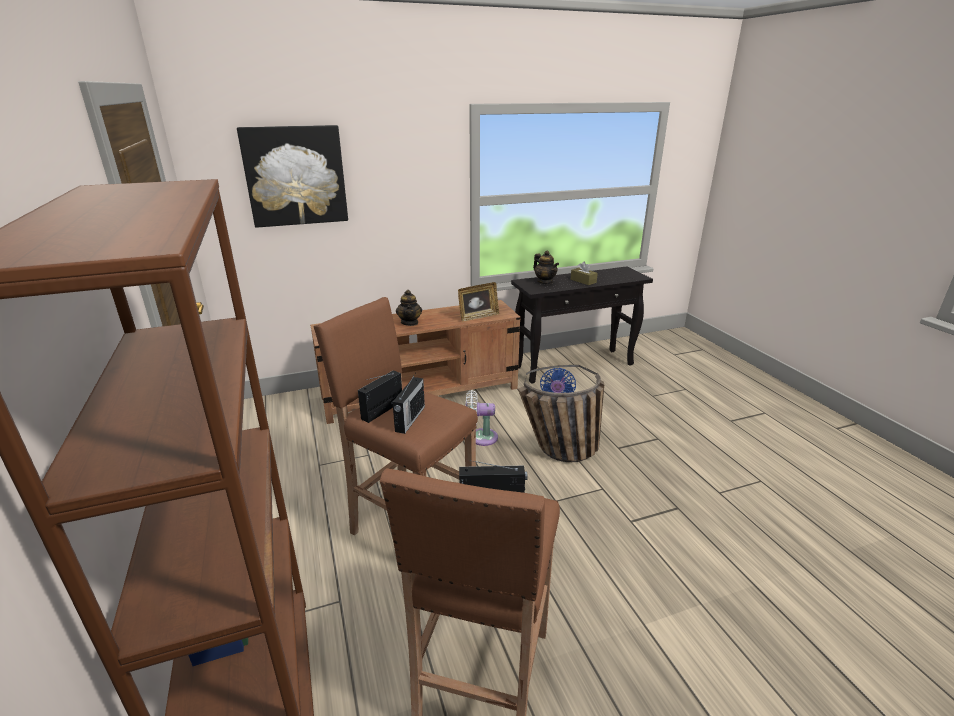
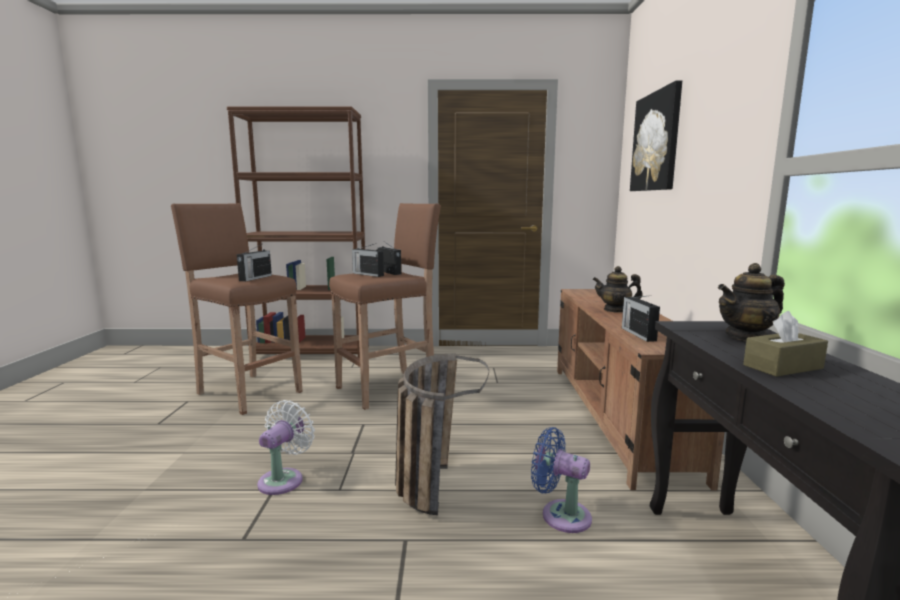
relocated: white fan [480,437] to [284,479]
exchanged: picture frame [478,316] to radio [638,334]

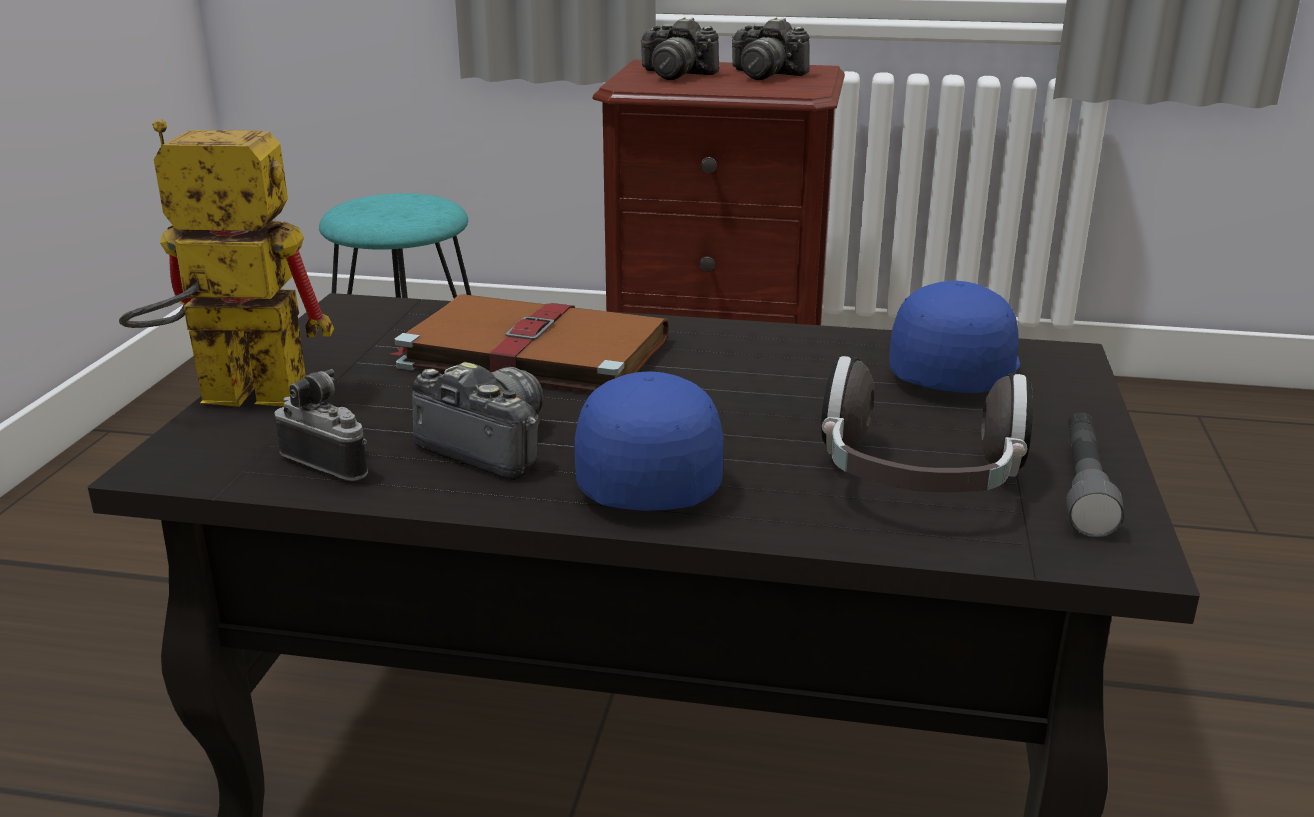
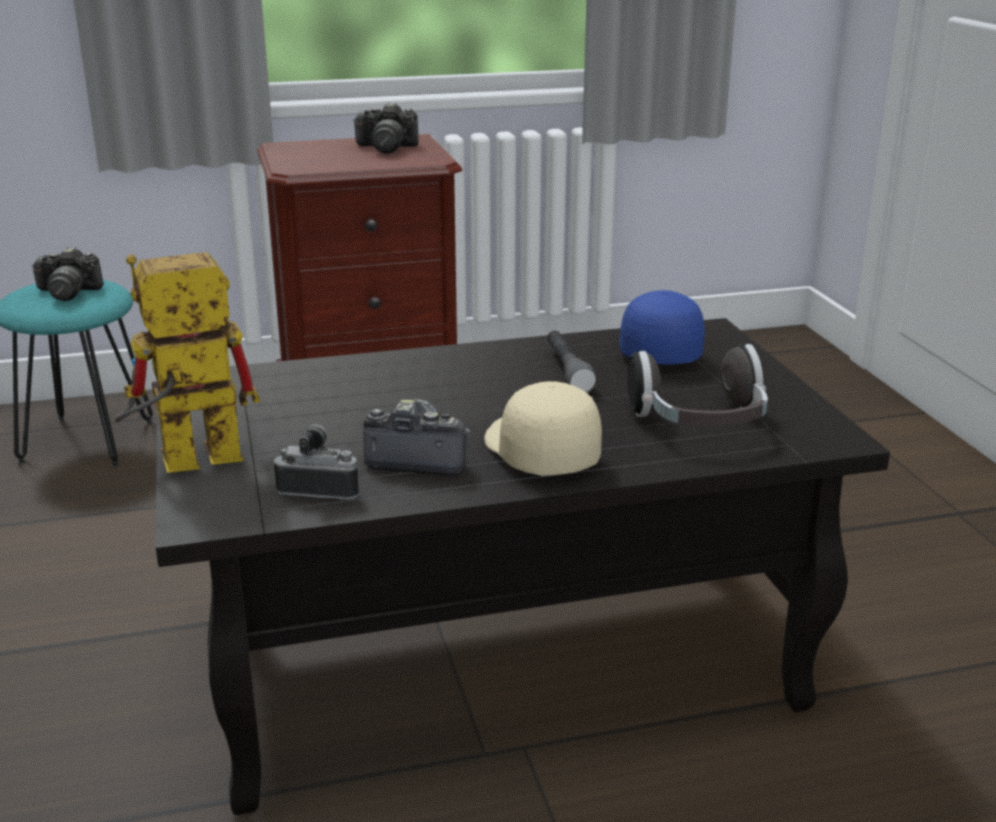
missing: brown book [530,352]
relocated: photo camera [676,74] to [68,292]; grey flashlight [1083,487] to [567,371]
colour: blue cap [647,473] to beige cap [538,452]

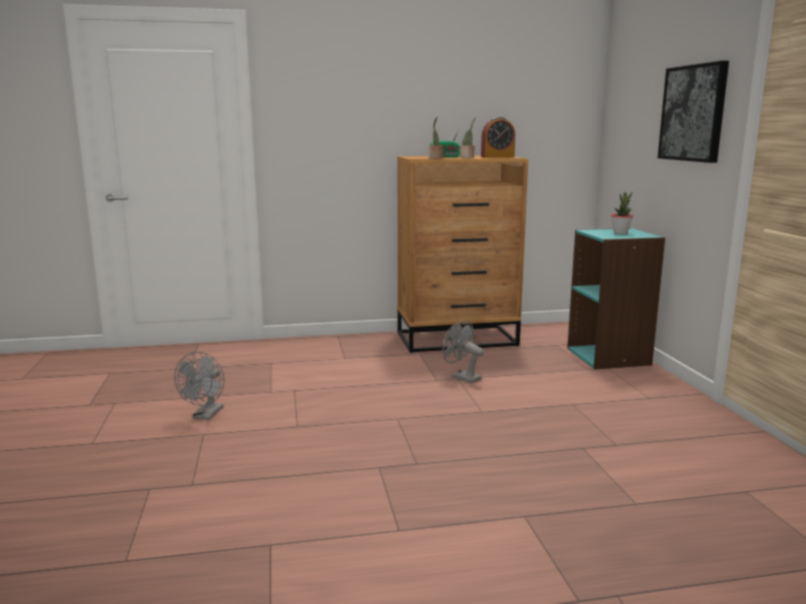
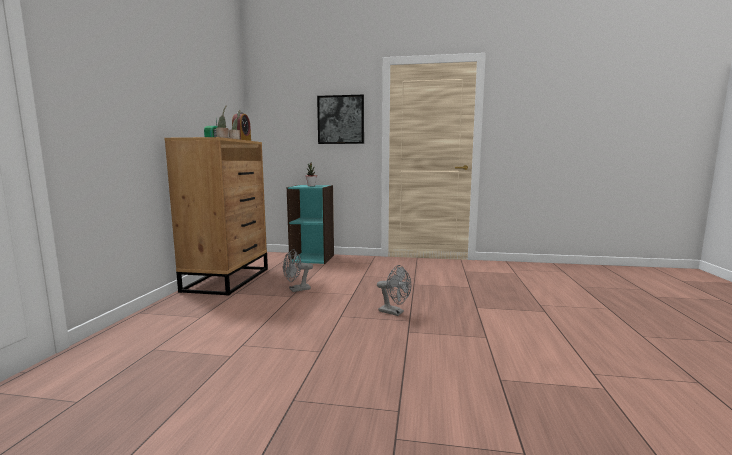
relocated: grey fan [206,415] to [394,312]

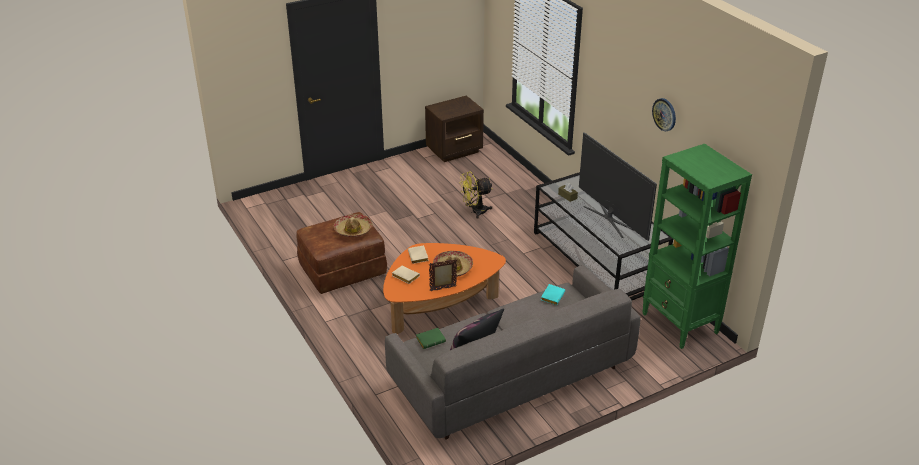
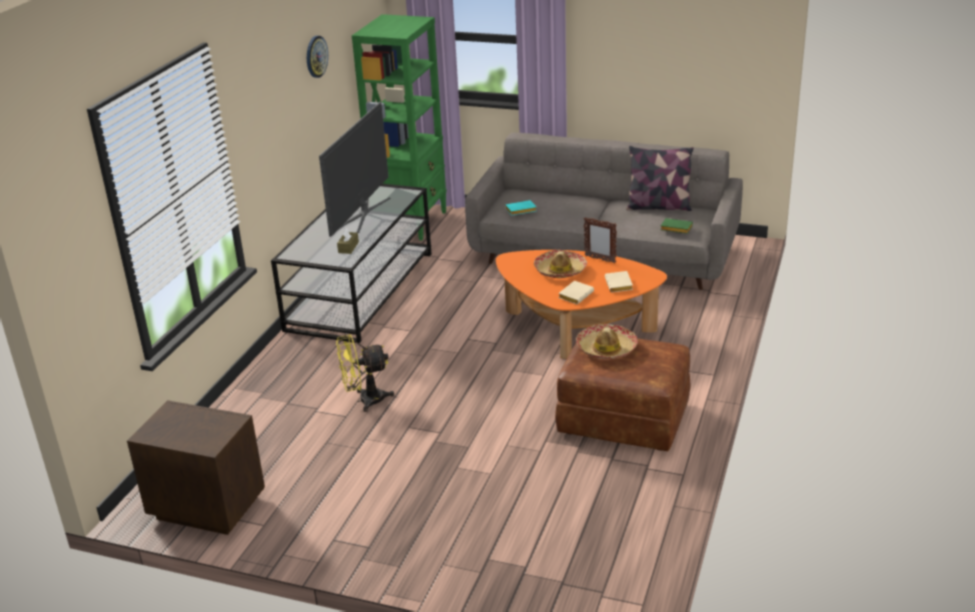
spun: yellow fan [475,212] = [365,400] 135 degrees clockwise

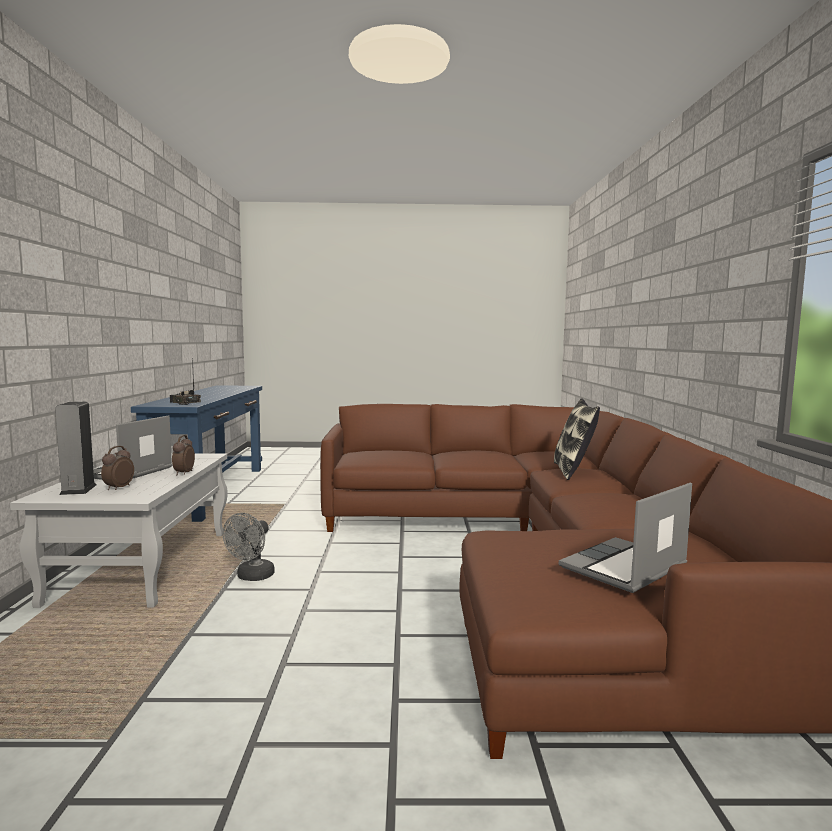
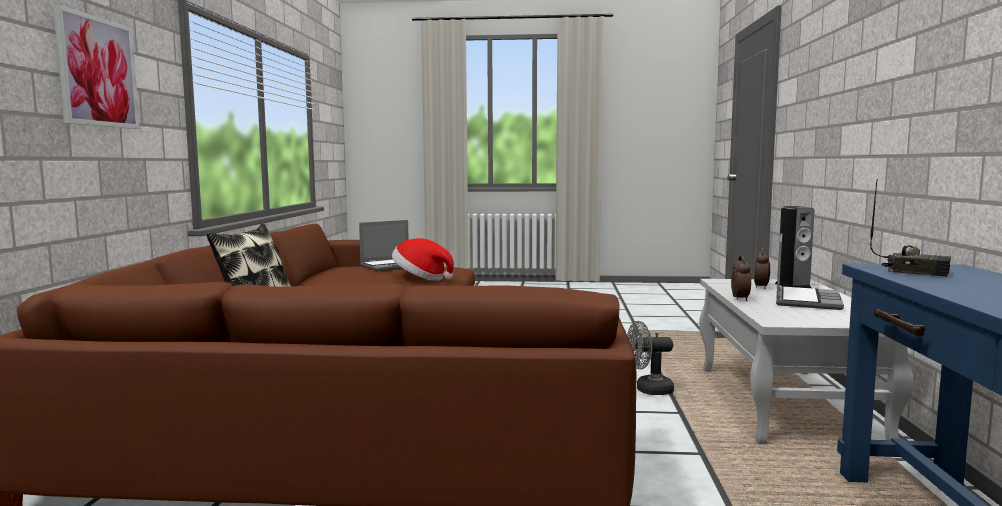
appeared: picture [97,72]; hat [421,279]
spun: grey fan [252,577] = [648,390] 120 degrees counterclockwise

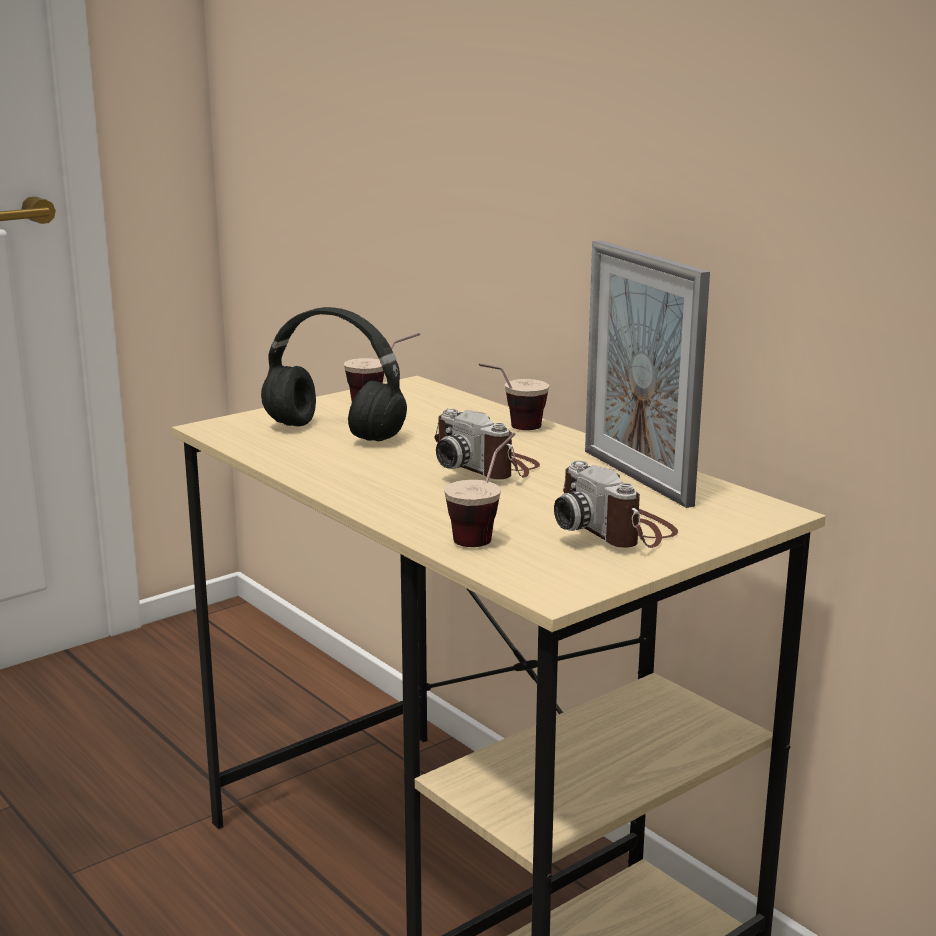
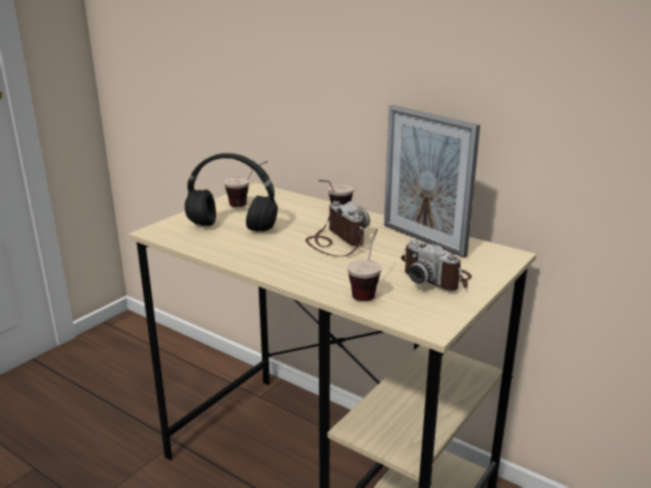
spun: photo camera [486,466] = [336,242] 150 degrees counterclockwise

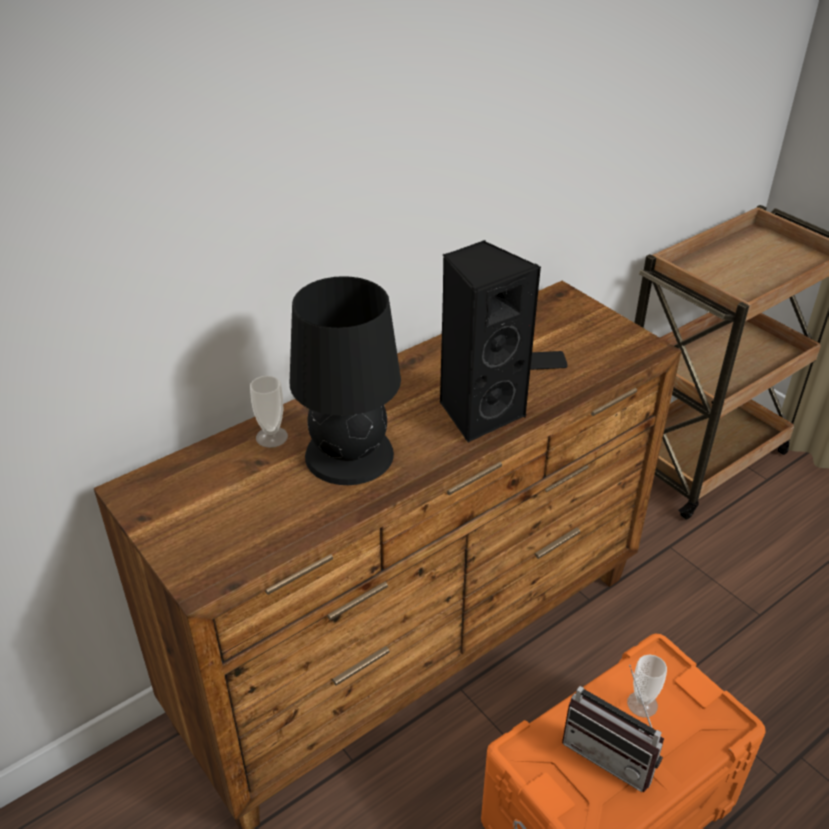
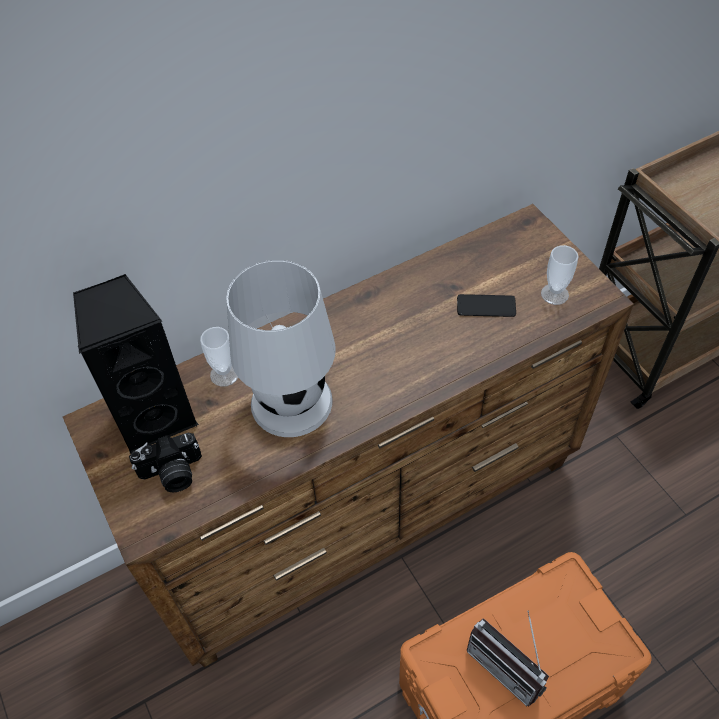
appeared: photo camera [172,474]
relocated: black speaker [479,412] to [156,415]; cup [642,704] to [554,294]
colour: black table lamp [350,455] to white table lamp [292,402]

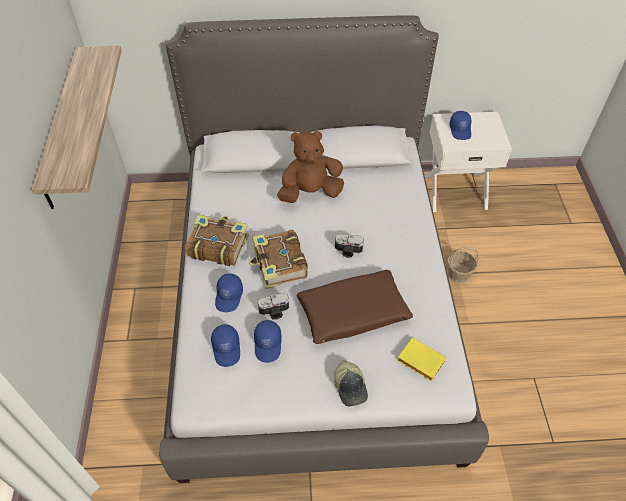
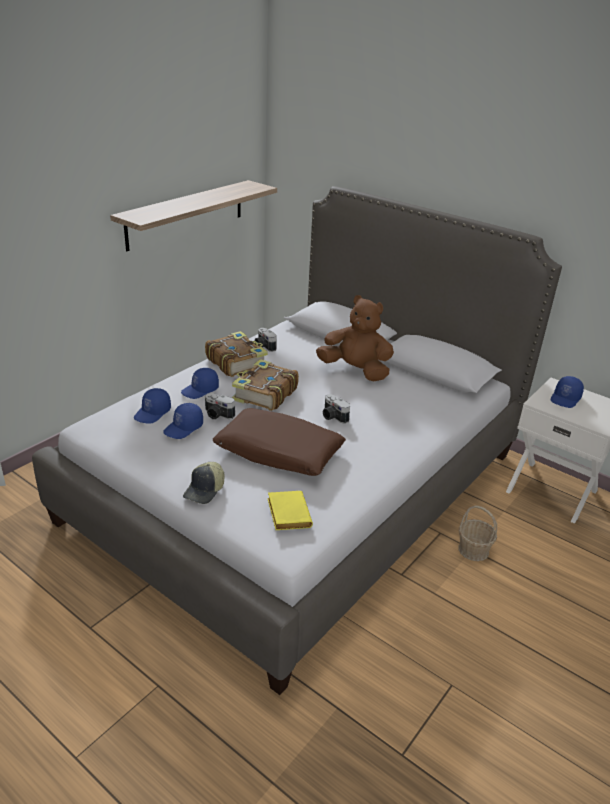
appeared: photo camera [263,346]

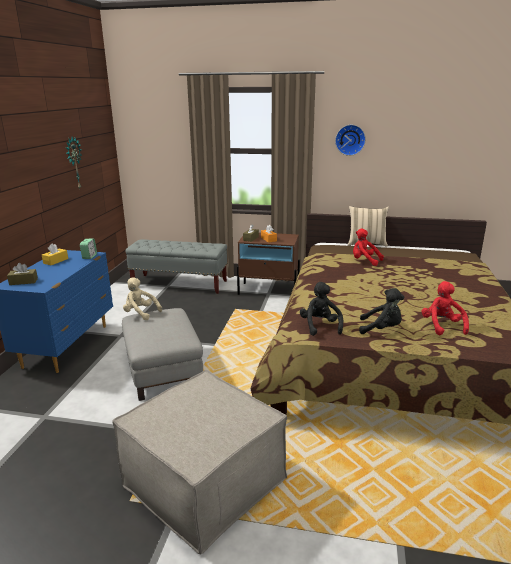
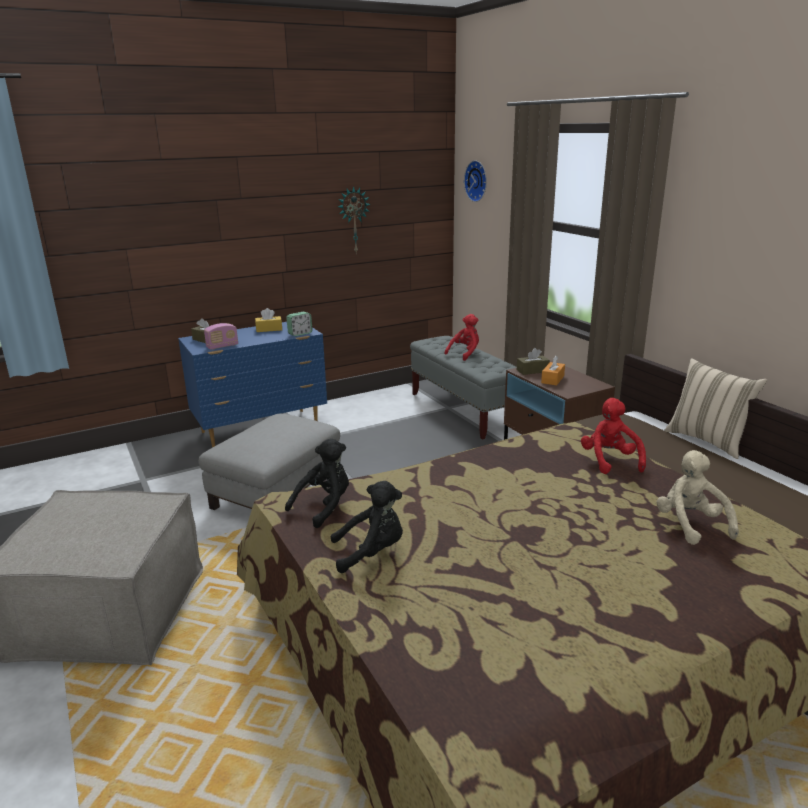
appeared: radio [222,346]
relocated: beige plush toy [140,313] to [690,524]; wall clock [350,139] to [477,181]; red plush toy [442,326] to [465,353]
spun: black plush toy [381,329] = [371,553] 75 degrees counterclockwise

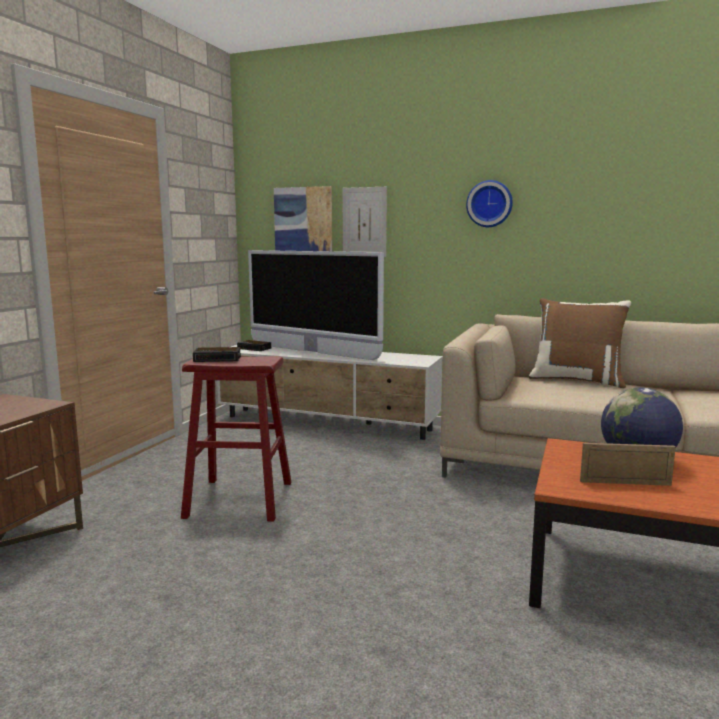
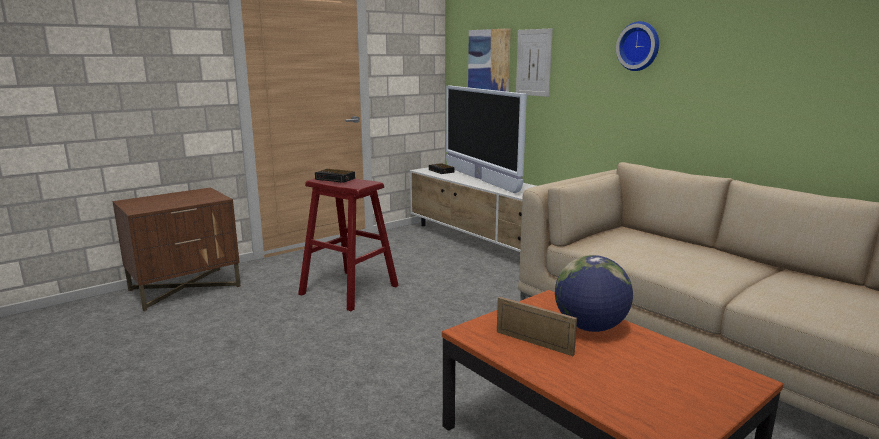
missing: brown pillow [577,380]

